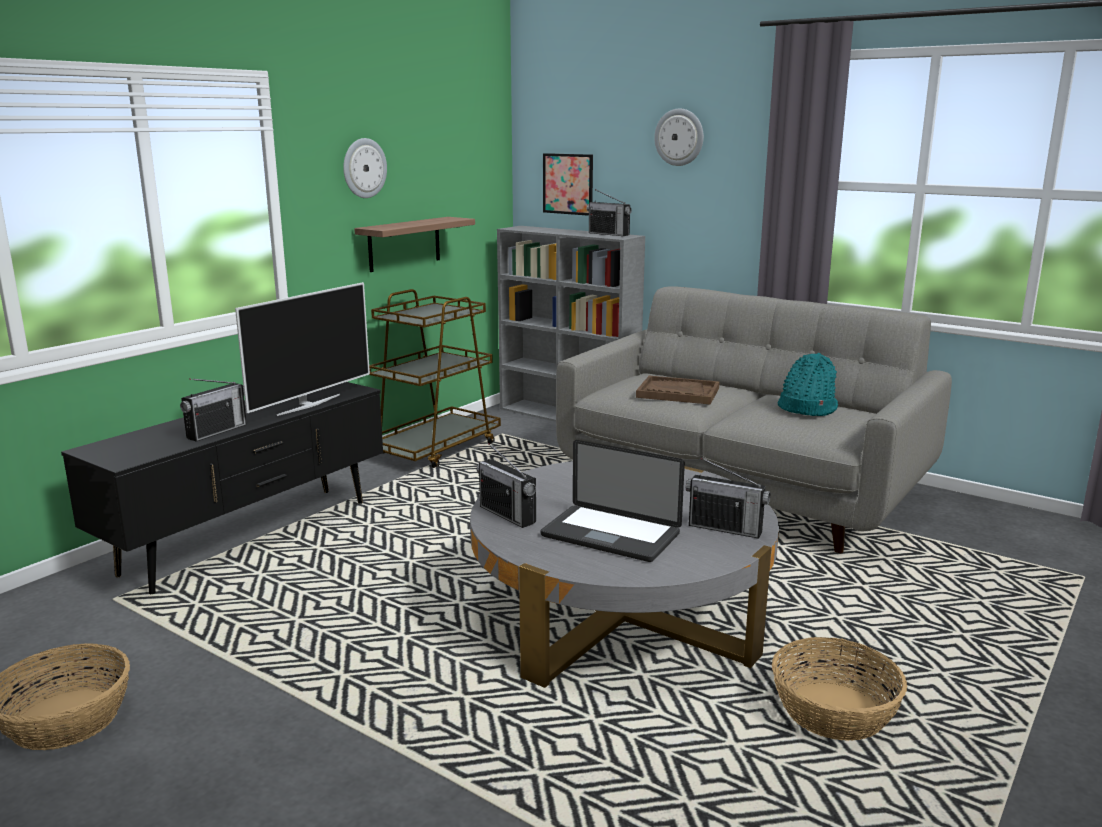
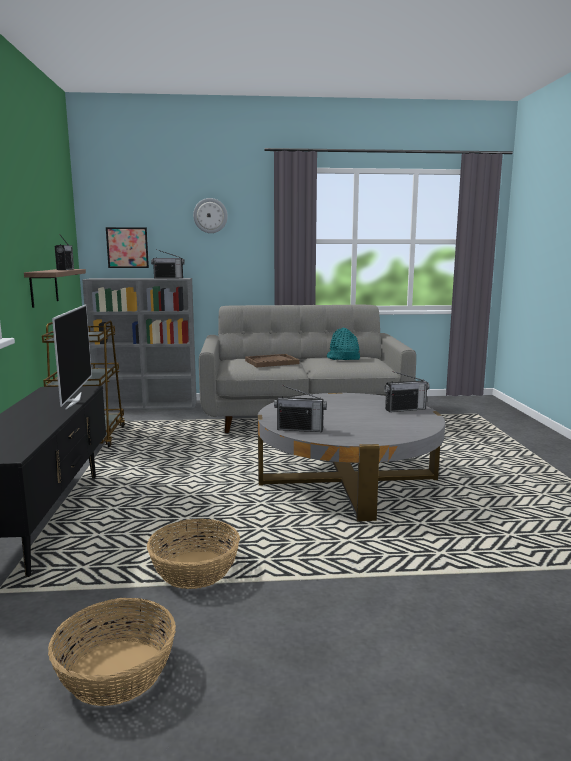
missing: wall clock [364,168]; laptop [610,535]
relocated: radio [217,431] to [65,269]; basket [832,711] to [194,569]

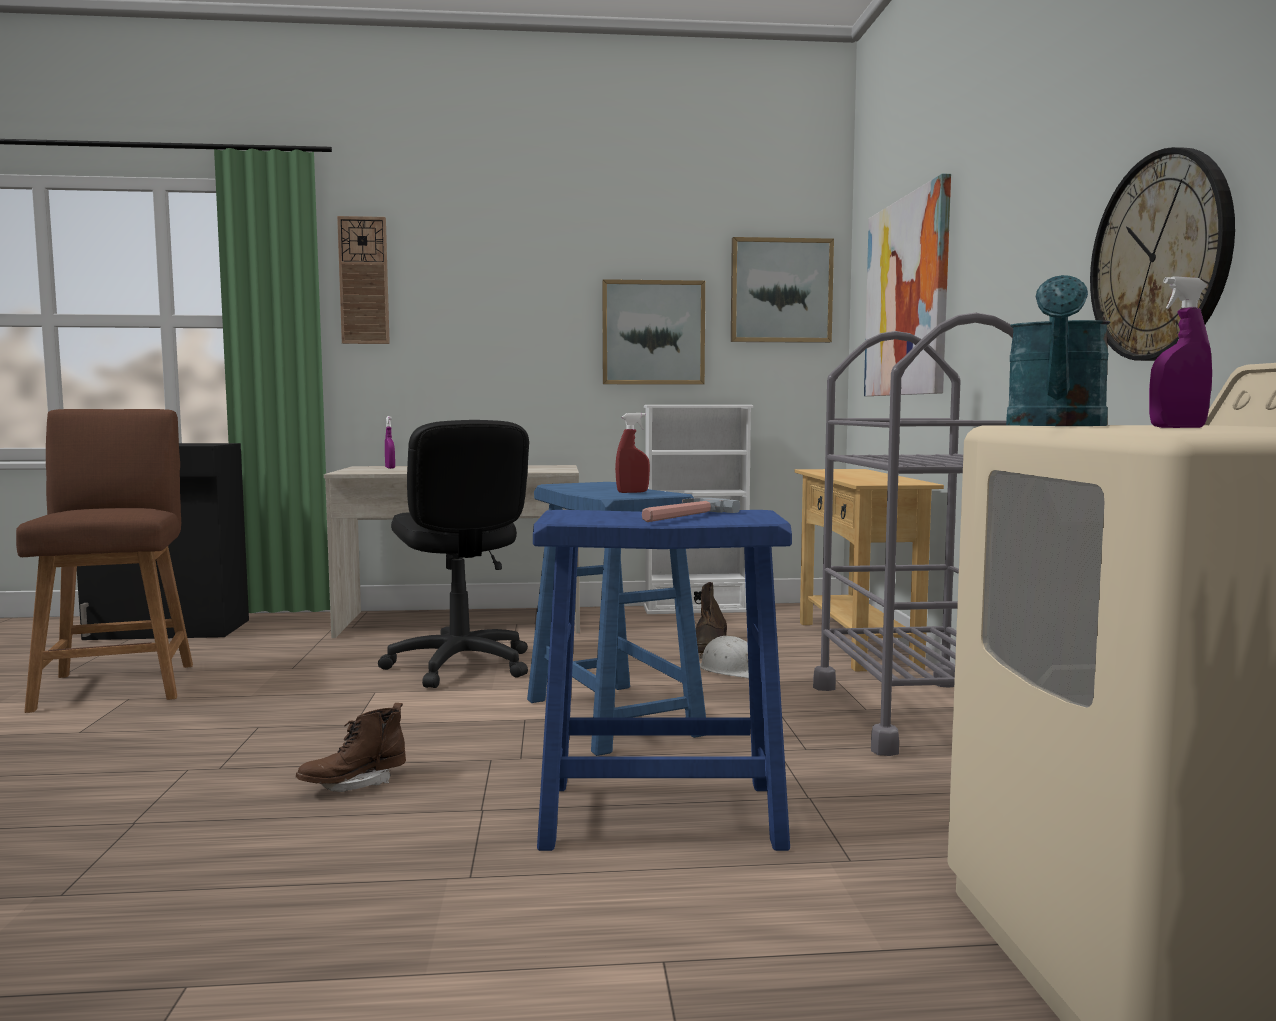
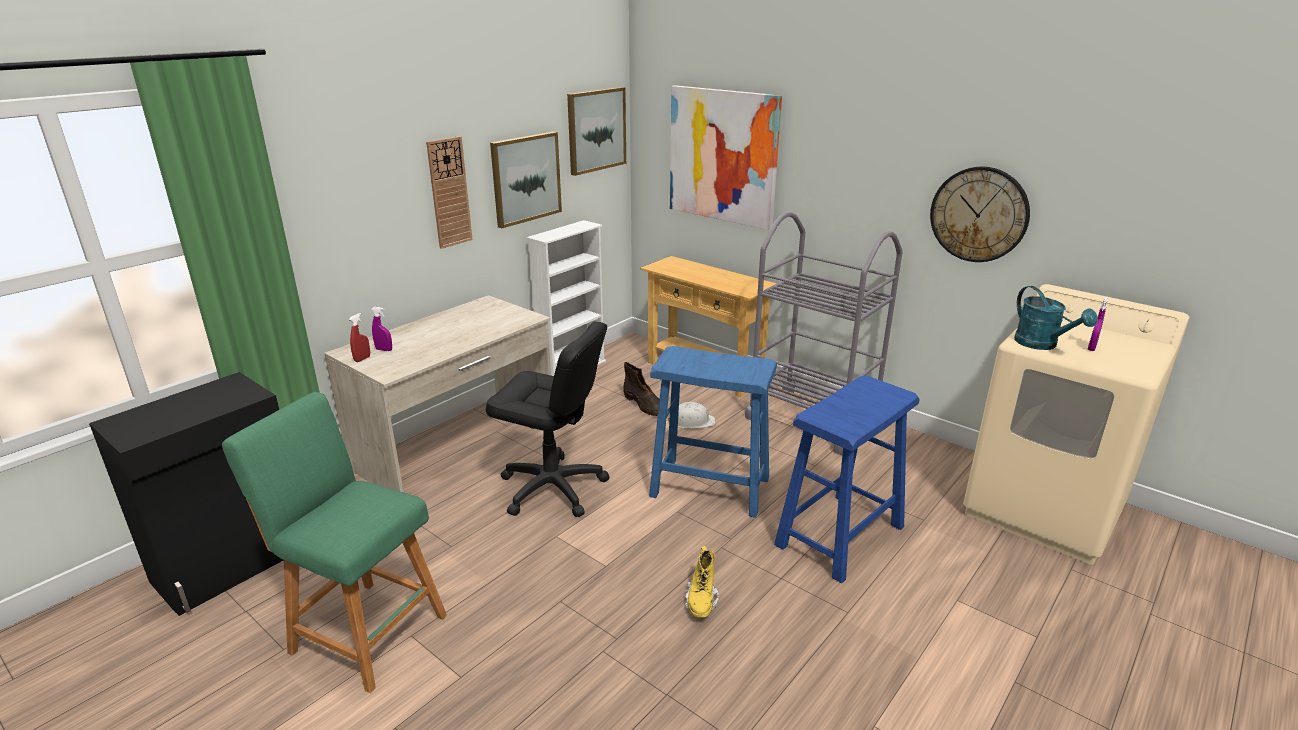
missing: hammer [681,516]
relocated: wall clock [364,281] to [449,192]; red spray bottle [632,492] to [362,359]
colour: brown stool [117,684] to green stool [363,631]; brown boot [354,783] to yellow boot [701,601]

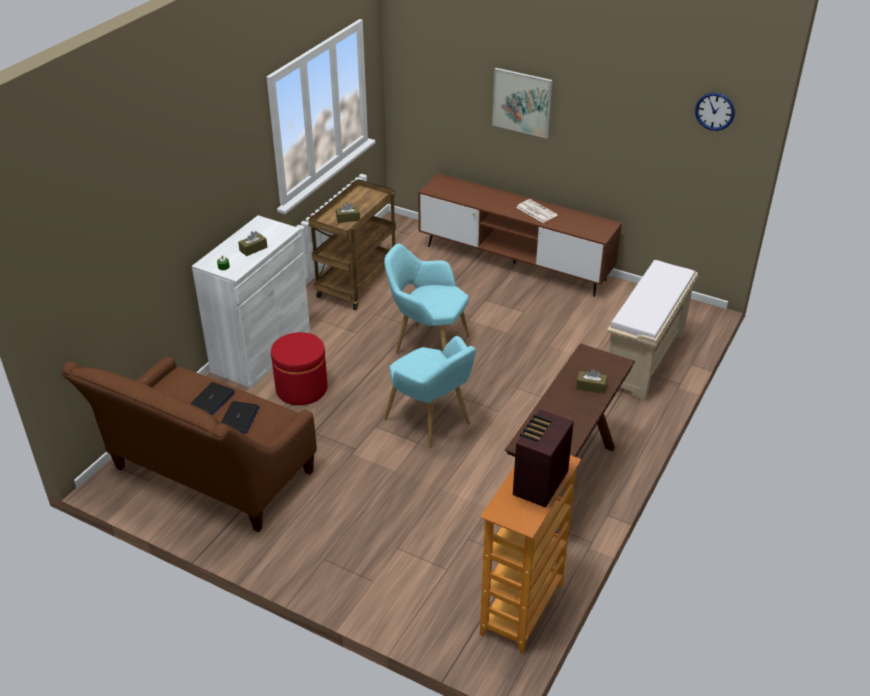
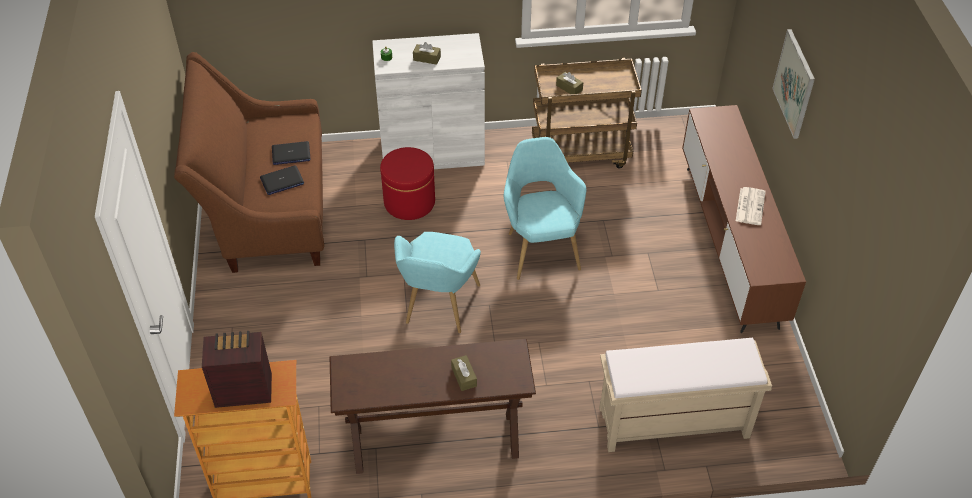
missing: wall clock [714,111]

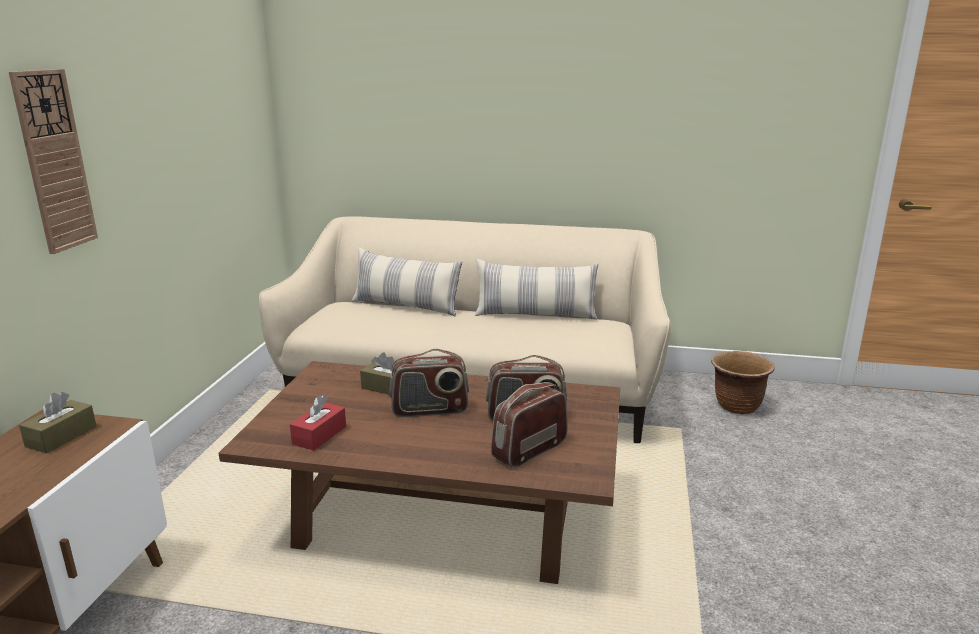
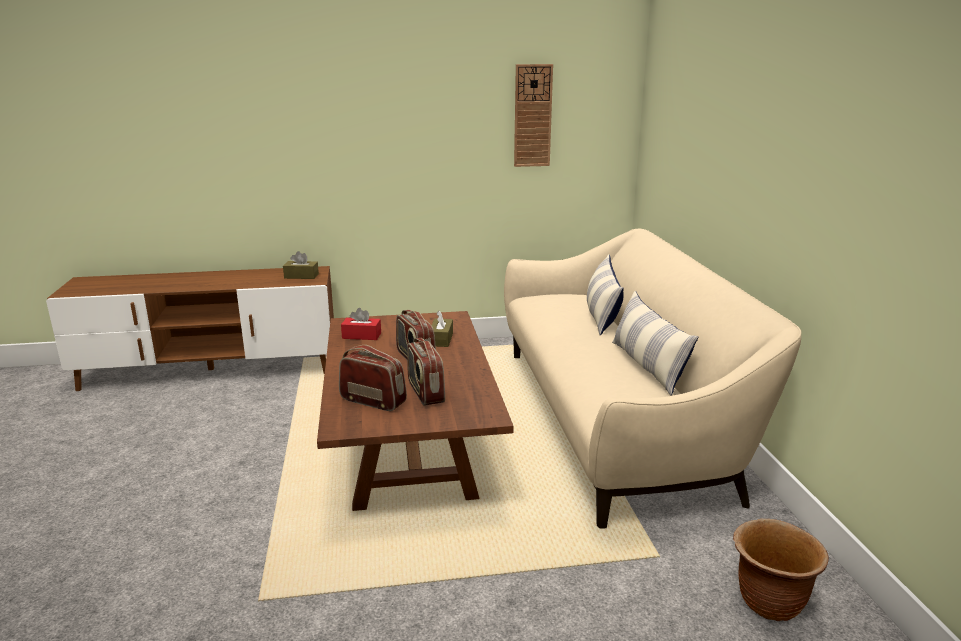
relocated: wall clock [54,161] to [532,116]

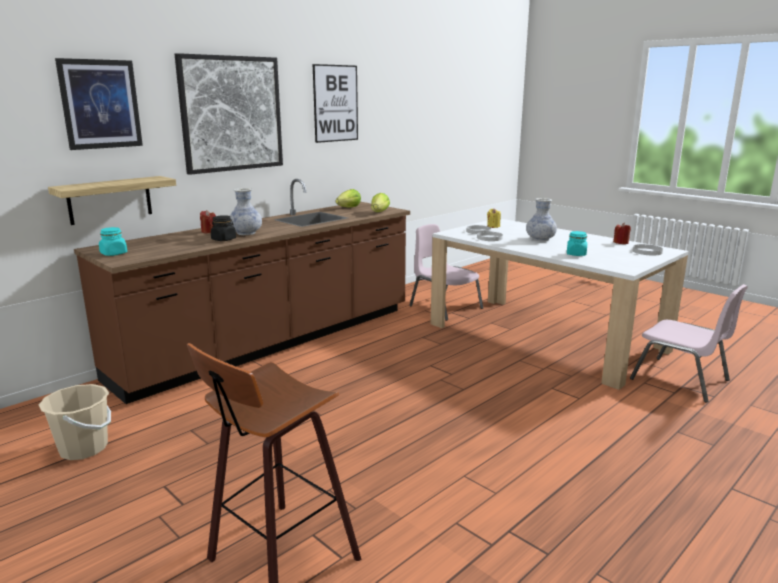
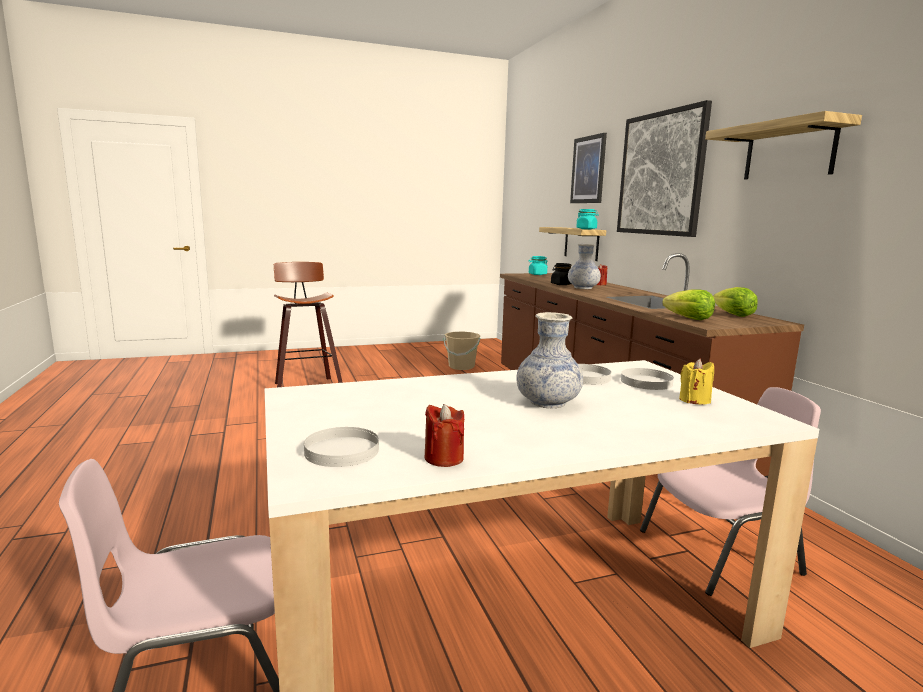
relocated: turquoise jar [576,254] to [586,229]
exchanged: picture [335,103] to shelf [789,151]

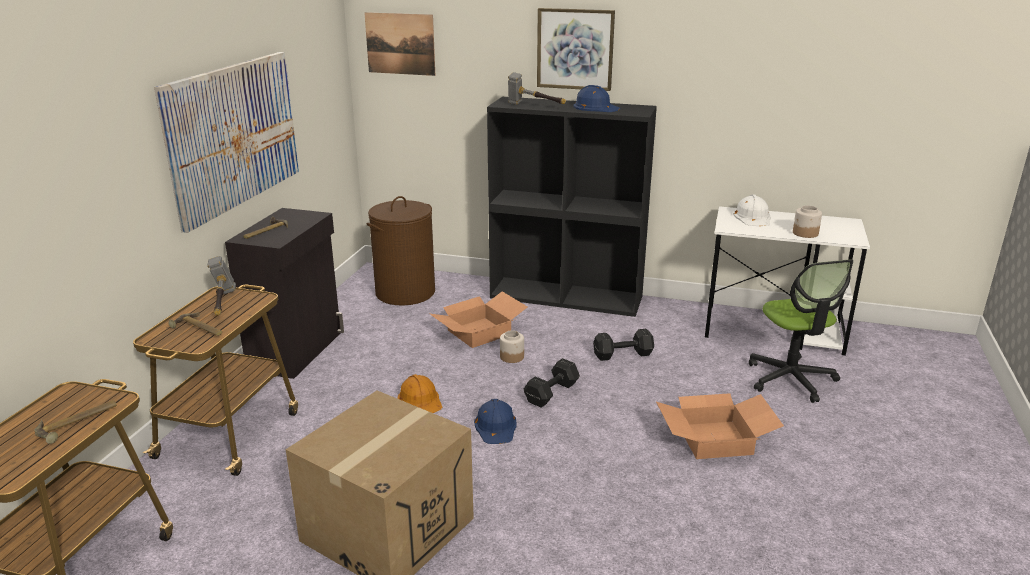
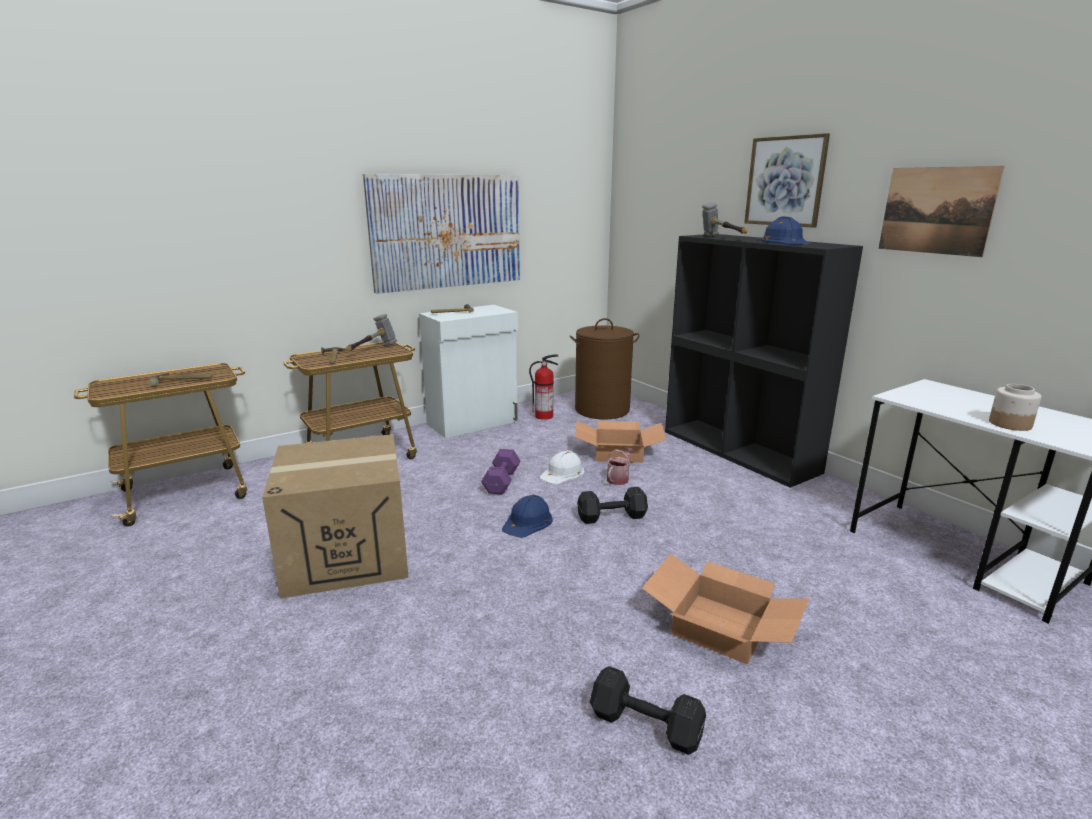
missing: office chair [791,379]
appeared: fire extinguisher [544,416]
relocated: picture [400,44] to [936,210]; black dumbbell [624,355] to [647,727]; white hard hat [753,217] to [562,473]
exchanged: orange hard hat [420,399] to purple dumbbell [502,481]; jar [512,357] to watering can [619,478]
colour: black cabinet [297,350] to white cabinet [474,423]

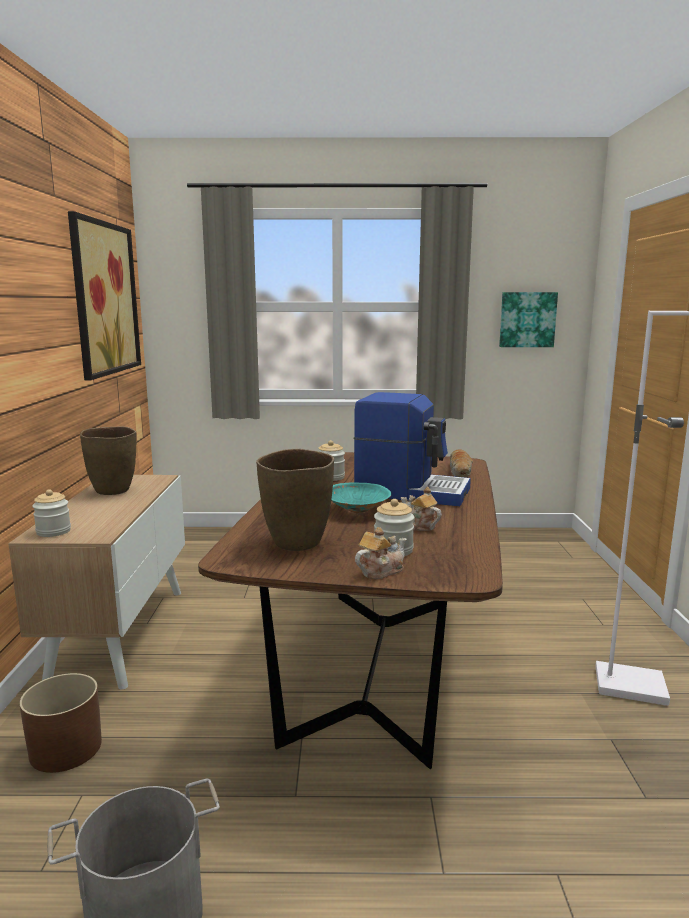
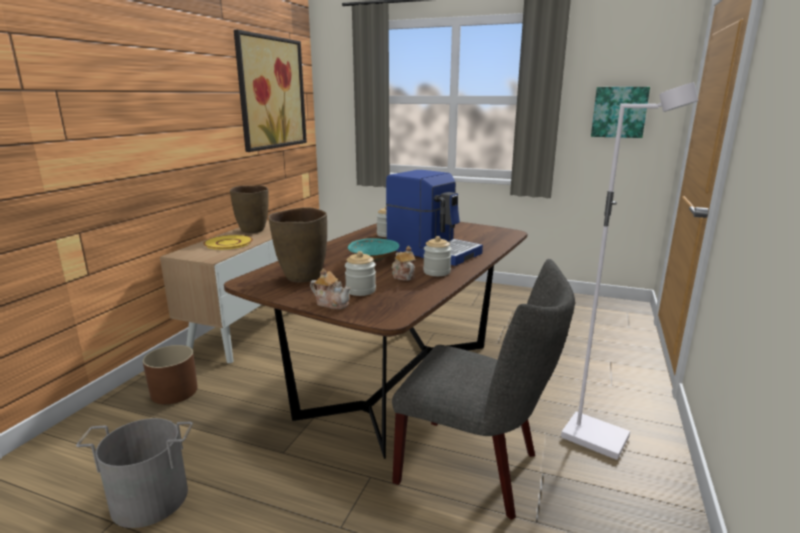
missing: bread [460,472]
appeared: yellow plate [228,243]; grey chair [477,468]
relocated: jar [53,531] to [436,272]
spun: teapot [380,571] = [332,303] 45 degrees clockwise

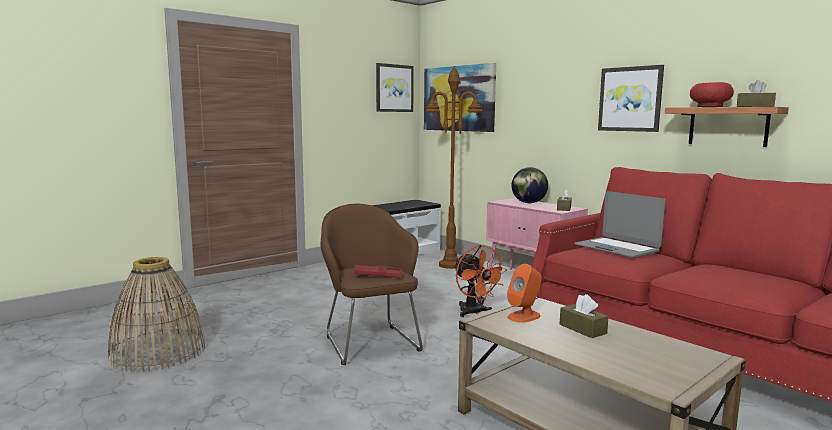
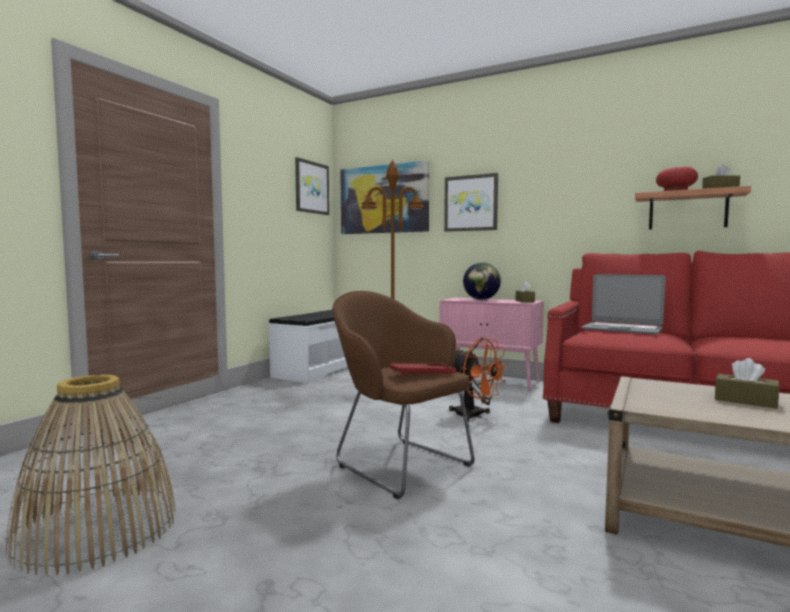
missing: orange speaker [524,316]
relocated: picture [630,99] to [471,203]

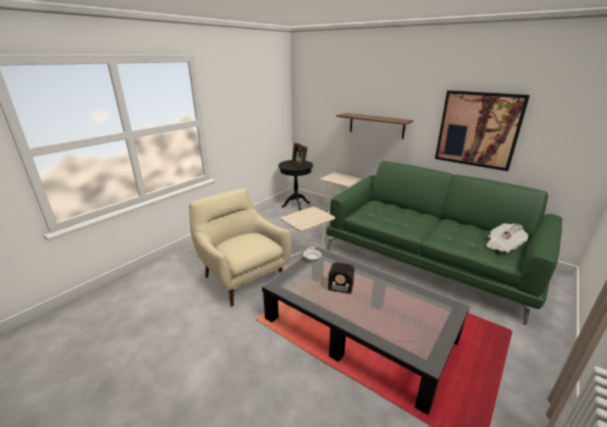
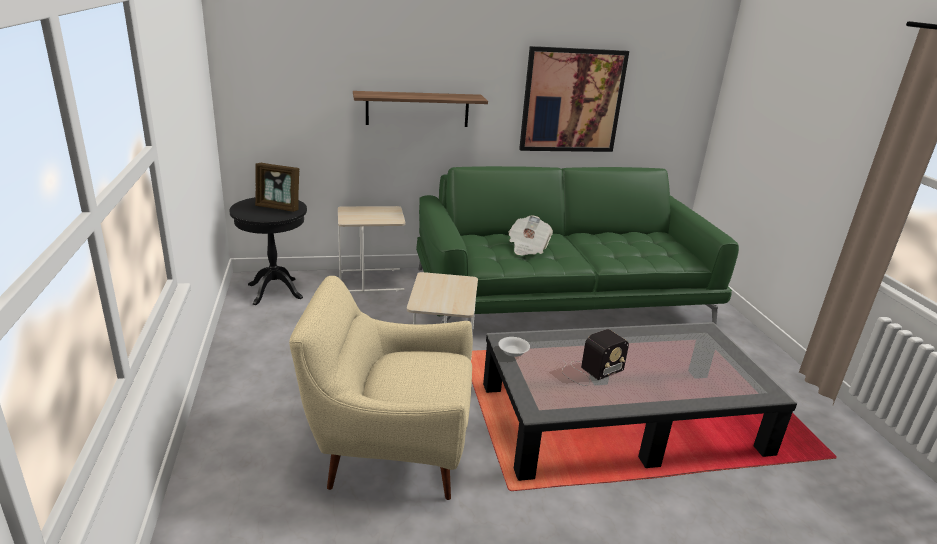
relocated: newspaper [502,245] to [528,247]

